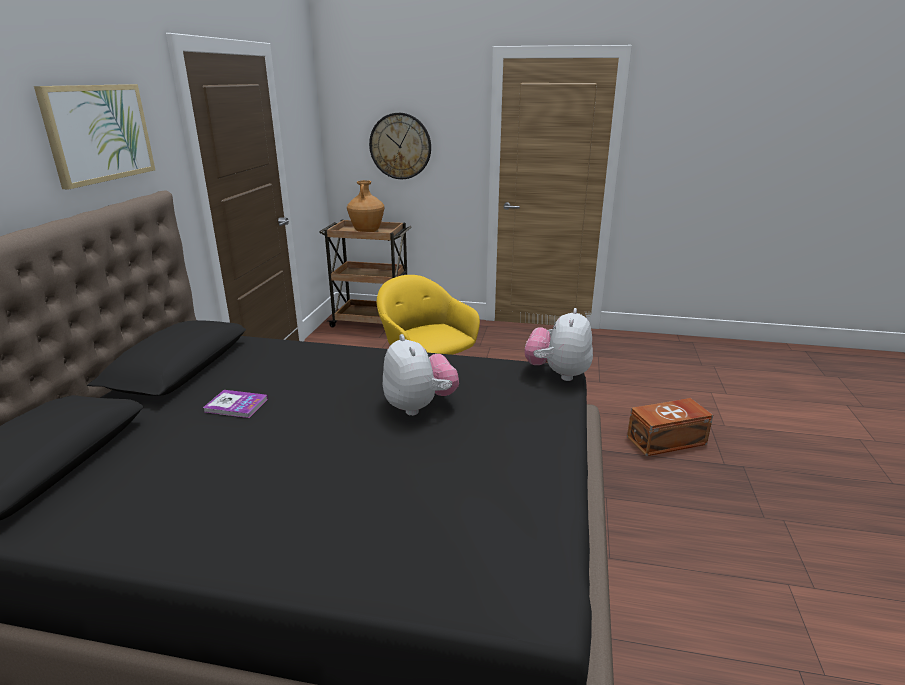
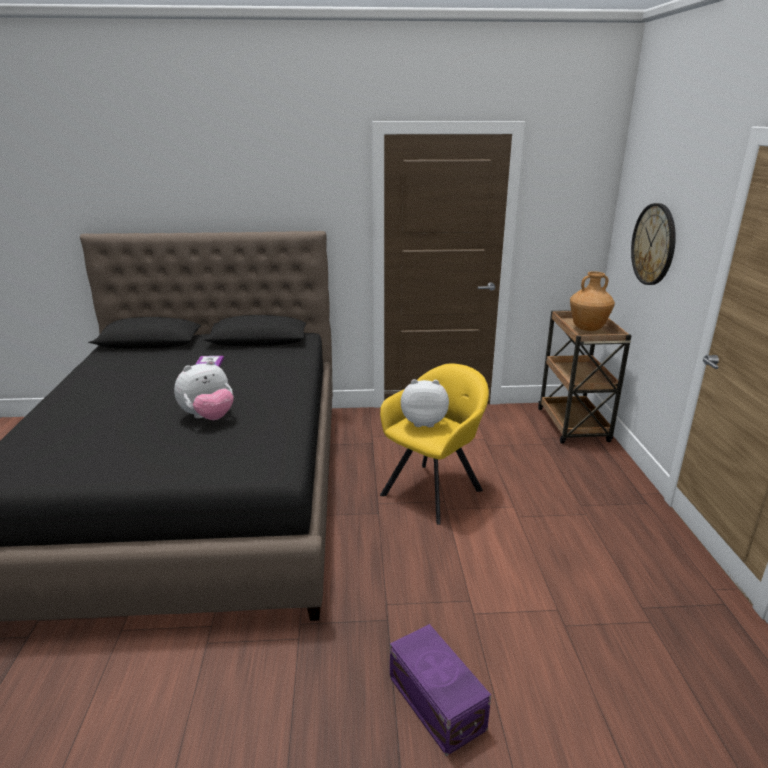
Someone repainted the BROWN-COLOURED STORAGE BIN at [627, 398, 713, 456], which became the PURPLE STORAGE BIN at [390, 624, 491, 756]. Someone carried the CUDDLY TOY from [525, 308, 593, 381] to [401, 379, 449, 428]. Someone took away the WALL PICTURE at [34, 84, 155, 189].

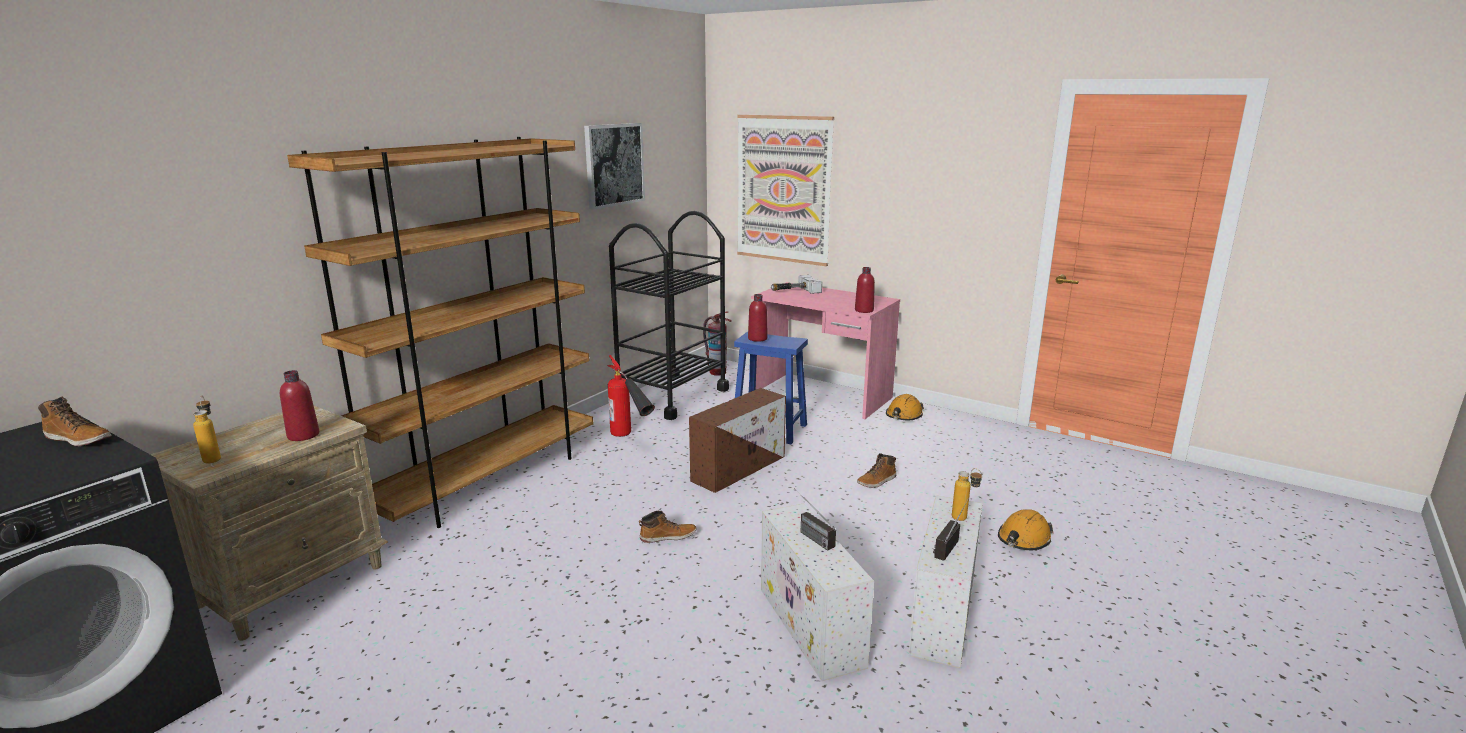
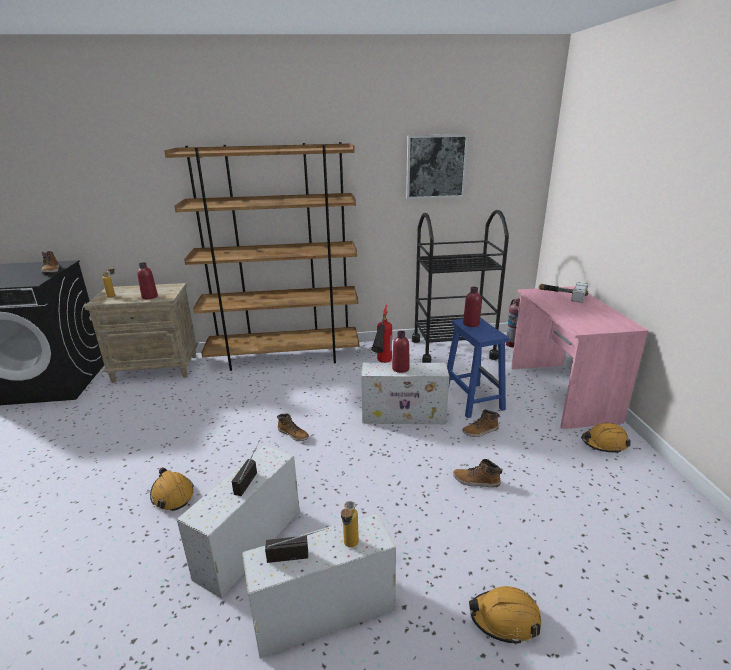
Someone put down the ORANGE-COLOURED WORK HELMET at [150, 467, 194, 511]. Someone repainted the BROWN-COLOURED STORAGE BIN at [689, 388, 786, 493], which became the WHITE STORAGE BIN at [361, 363, 449, 424]. Someone carried the REDDISH DRINK BOTTLE from [855, 267, 875, 313] to [392, 331, 410, 373]. Someone put down the HIGH-TOP BOOT at [462, 409, 499, 437]. Someone took away the WALL PICTURE at [737, 115, 834, 266].

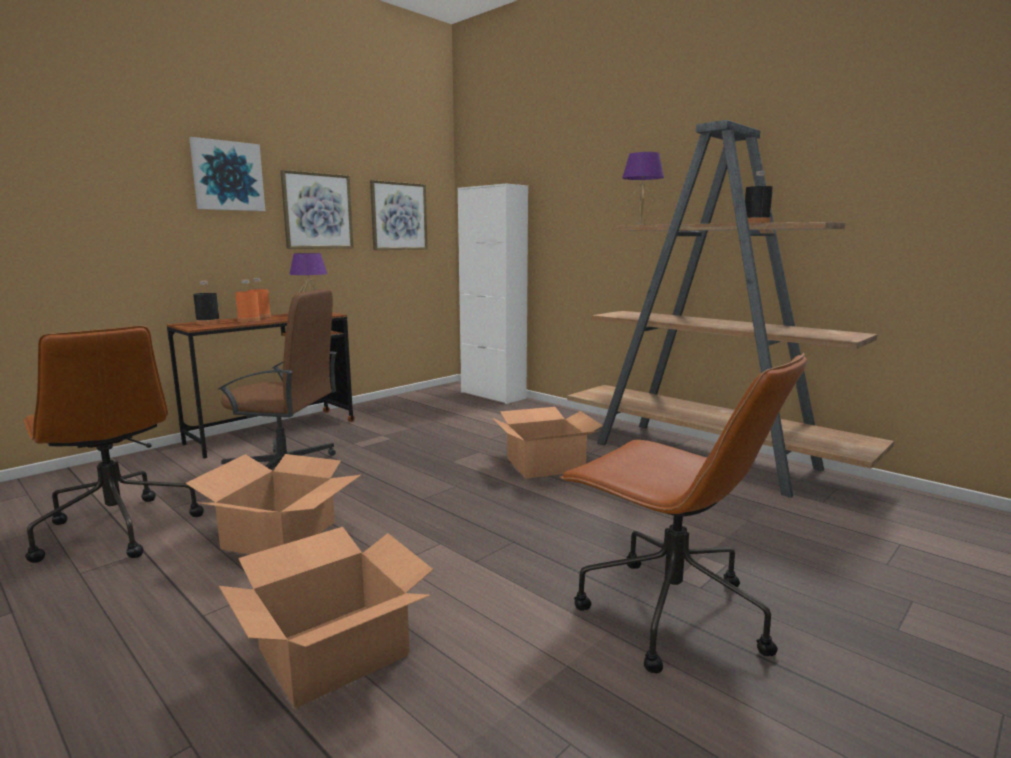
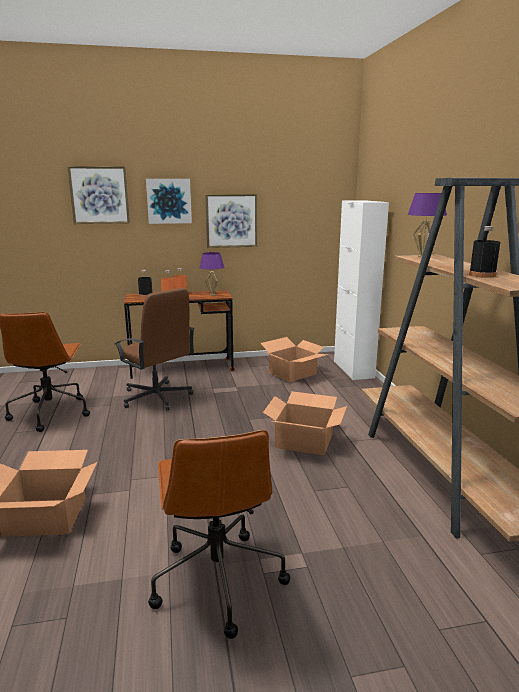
Someone carried the WALL PICTURE from [370, 180, 428, 250] to [67, 166, 130, 224]. Someone carried the CARTON from [185, 454, 361, 554] to [260, 337, 329, 382].

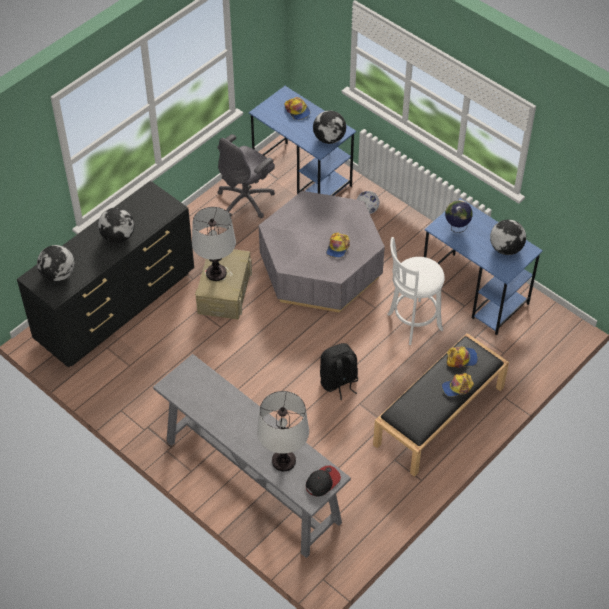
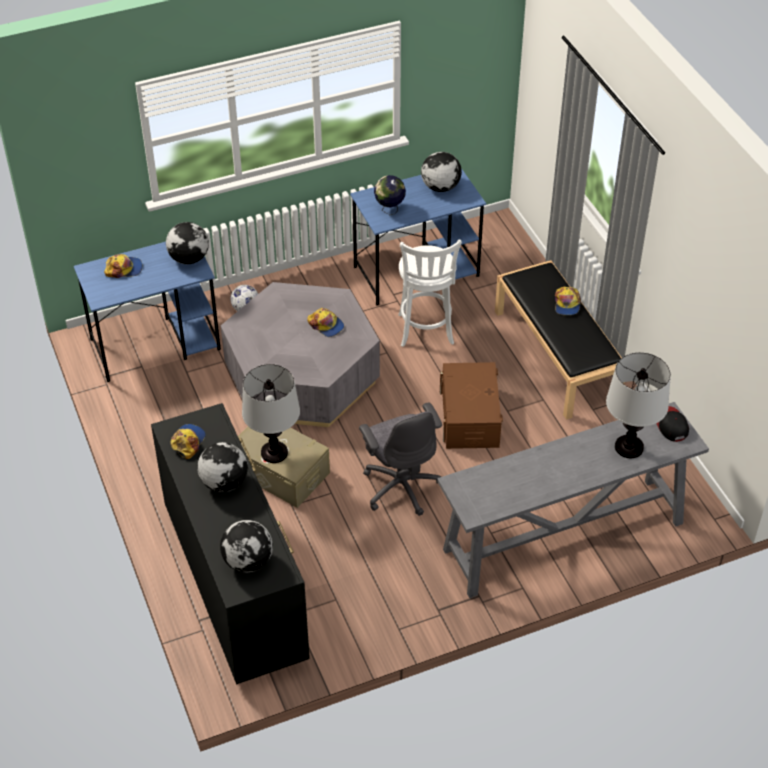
Someone carried the CAP from [447, 347, 478, 368] to [171, 424, 206, 459]. Someone carried the GREYISH COMPUTER CHAIR from [217, 134, 275, 218] to [359, 402, 442, 516]. Someone swapped the BLACK-COLOURED KNAPSACK at [320, 343, 358, 400] for the BROWN-COLOURED STORAGE BIN at [440, 362, 503, 449].

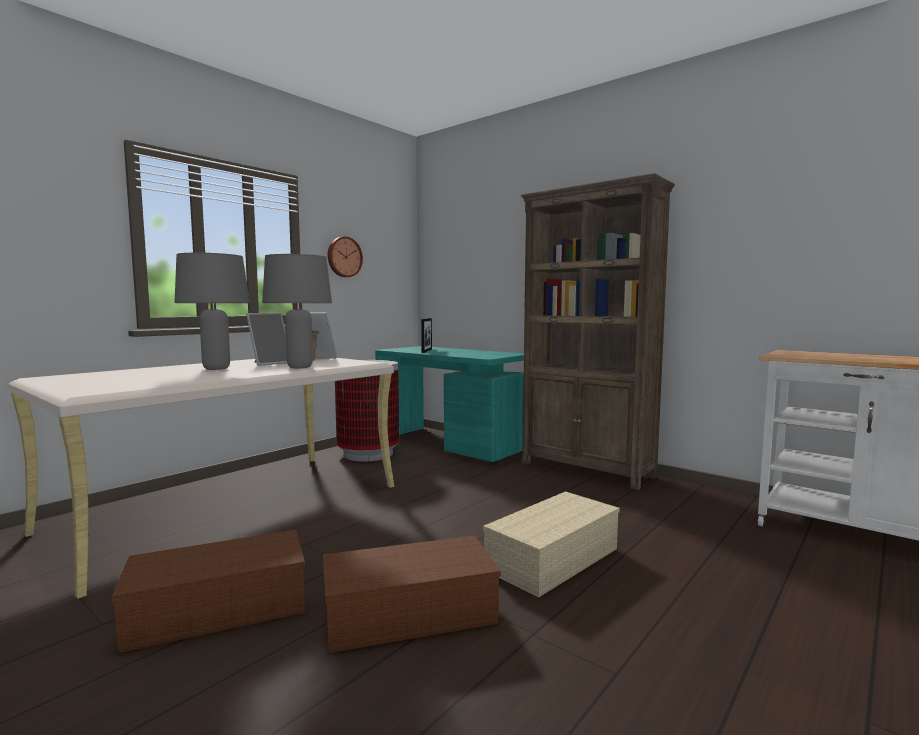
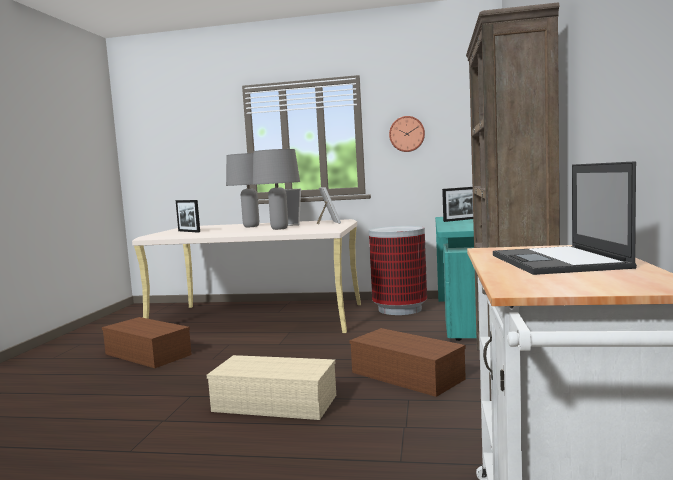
Someone put down the PHOTO FRAME at [176, 200, 200, 233]. Someone carried the BROWN-COLOURED STORAGE BIN from [323, 535, 501, 653] to [349, 328, 466, 397]. Someone put down the LAPTOP at [493, 161, 637, 275].

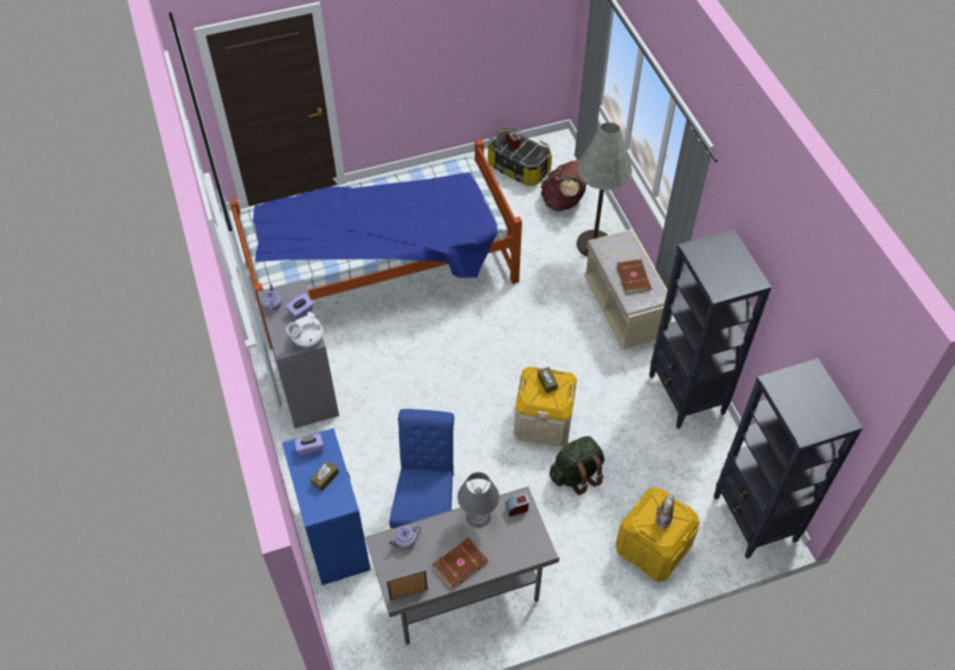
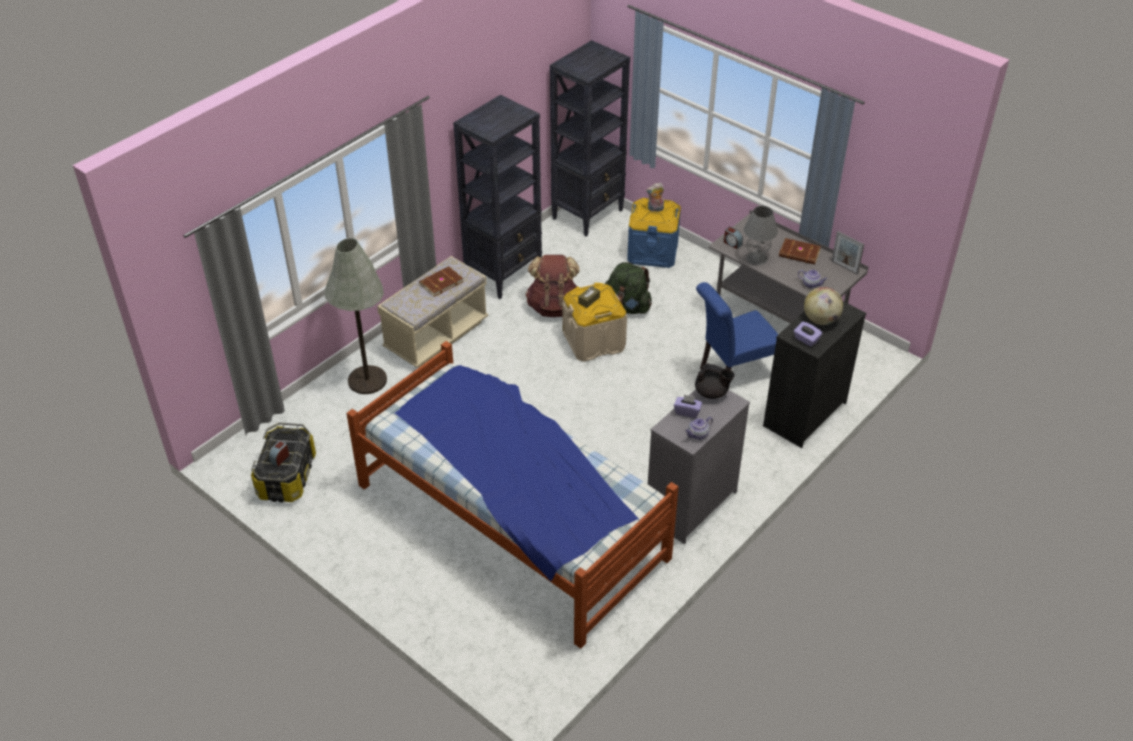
Someone carried the BROWN-COLOURED KNAPSACK from [540, 160, 587, 211] to [525, 255, 580, 317]. Someone repainted the YELLOW-COLOURED STORAGE BIN at [616, 488, 700, 582], which became the BLUE STORAGE BIN at [627, 198, 681, 268]. Someone repainted the WHITE TEA POT at [286, 312, 323, 347], which became the BLACK-COLOURED TEA POT at [695, 363, 735, 399]. Someone repainted the BLUE DRAWER CHEST at [282, 428, 371, 585], which became the BLACK-COLOURED DRAWER CHEST at [763, 301, 866, 448]. Someone swapped the BROWN-COLOURED TISSUE BOX at [310, 461, 339, 492] for the GLOBE at [804, 287, 843, 325].

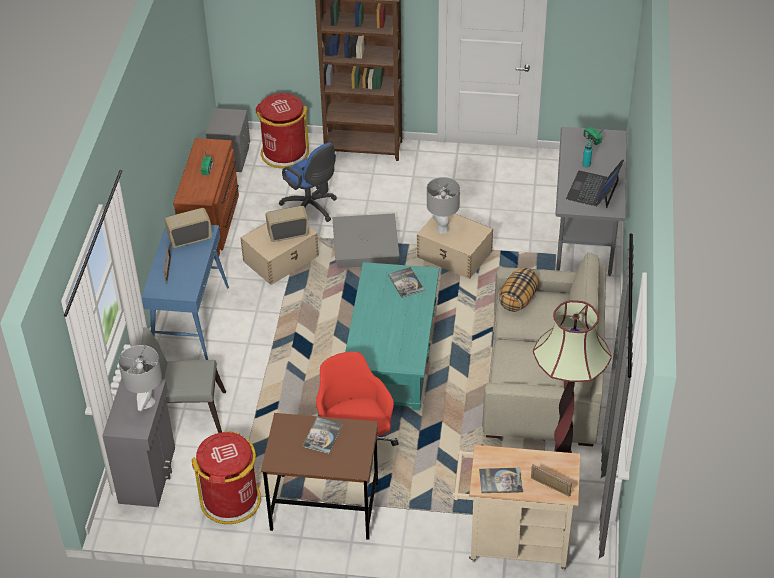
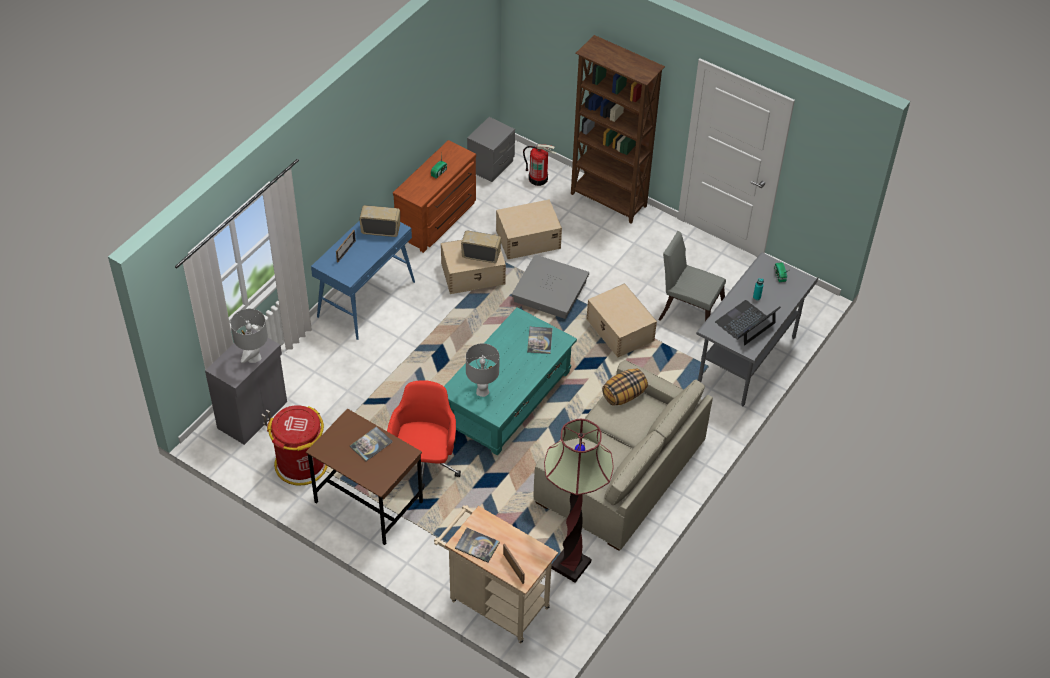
Someone carried the GREYISH LAMP FOR A TABLE from [427, 177, 460, 234] to [466, 343, 499, 397]. Someone swapped the BLUE COMPUTER CHAIR at [279, 143, 337, 222] for the BEIGE-COLOURED STORAGE BIN at [496, 199, 562, 259]. Someone swapped the REDDISH RUBBISH BIN at [256, 93, 309, 168] for the FIRE-FIGHTING CYLINDER at [523, 144, 556, 186]. Someone carried the GREYISH UPRIGHT CHAIR from [141, 327, 226, 433] to [658, 231, 726, 321].

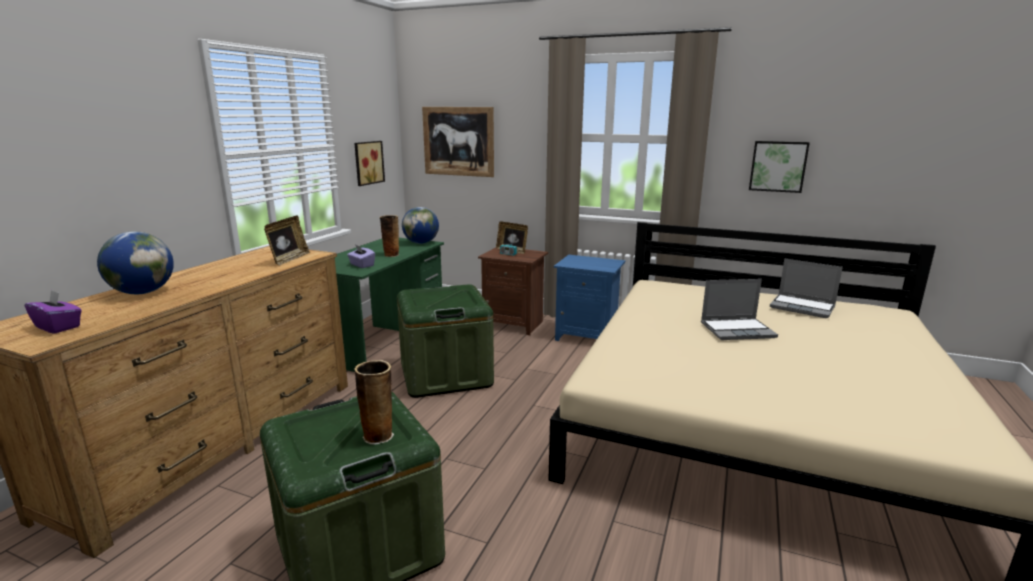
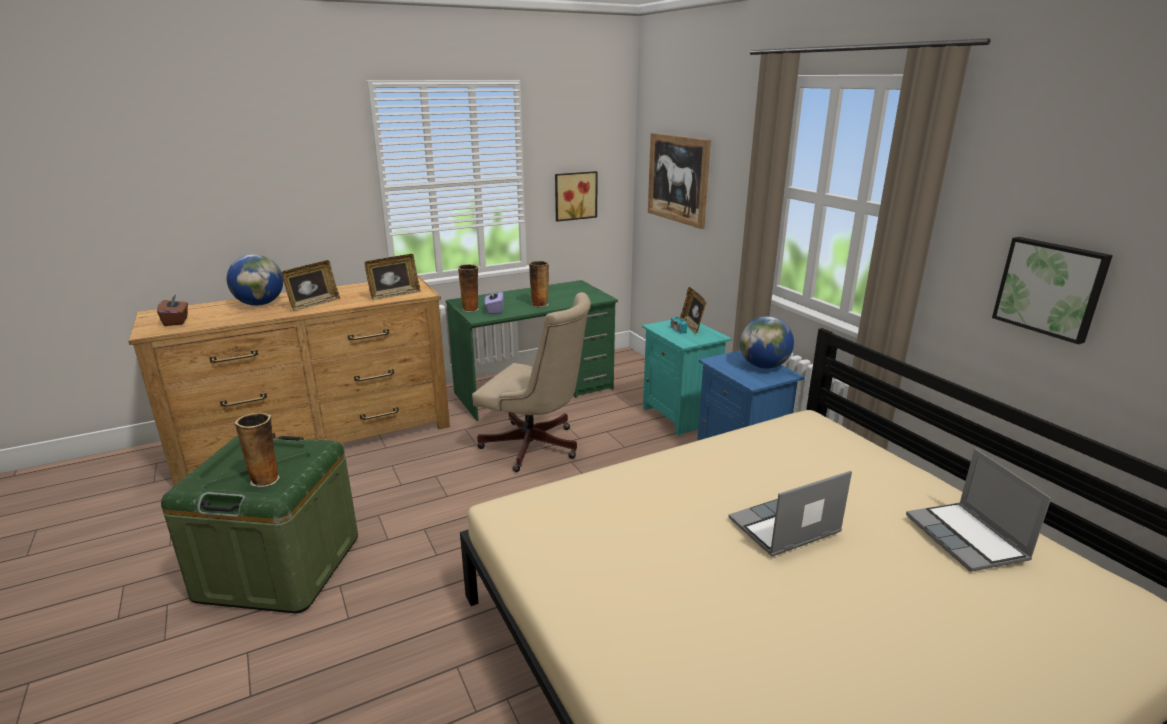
Someone repainted the PURPLE TISSUE BOX at [25, 290, 82, 334], which became the BROWN-COLOURED TISSUE BOX at [157, 294, 188, 326]. Someone put down the PHOTO FRAME at [281, 260, 340, 311]. Someone put down the FLOWER VASE at [458, 264, 479, 312]. Someone swapped the GREENISH STORAGE BIN at [397, 284, 494, 398] for the BEIGE-COLOURED COMPUTER CHAIR at [472, 292, 591, 472]. Someone repainted the BROWN-COLOURED BEDSIDE TABLE at [478, 247, 548, 335], which became the BLUE-GREEN BEDSIDE TABLE at [642, 320, 732, 436]. Someone rotated the LAPTOP at [701, 279, 778, 340] by 120 degrees clockwise. Someone carried the GLOBE from [402, 207, 439, 244] to [740, 316, 794, 369].

